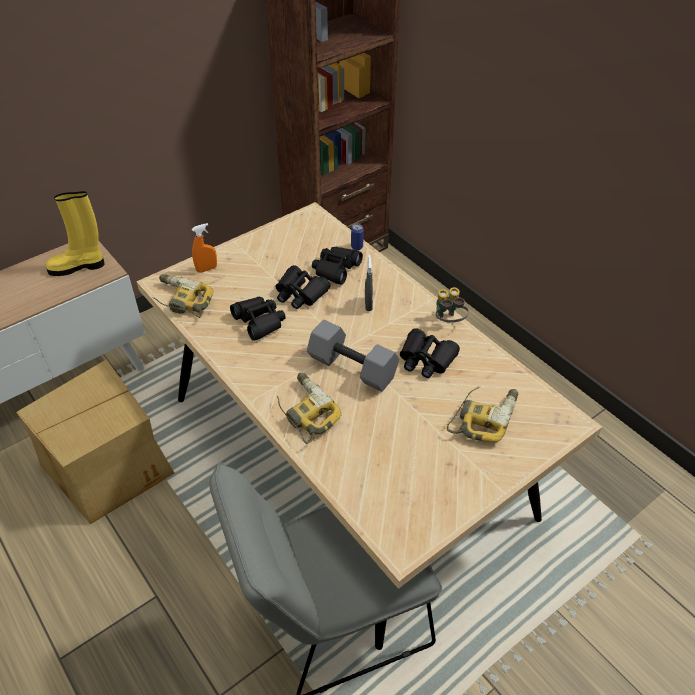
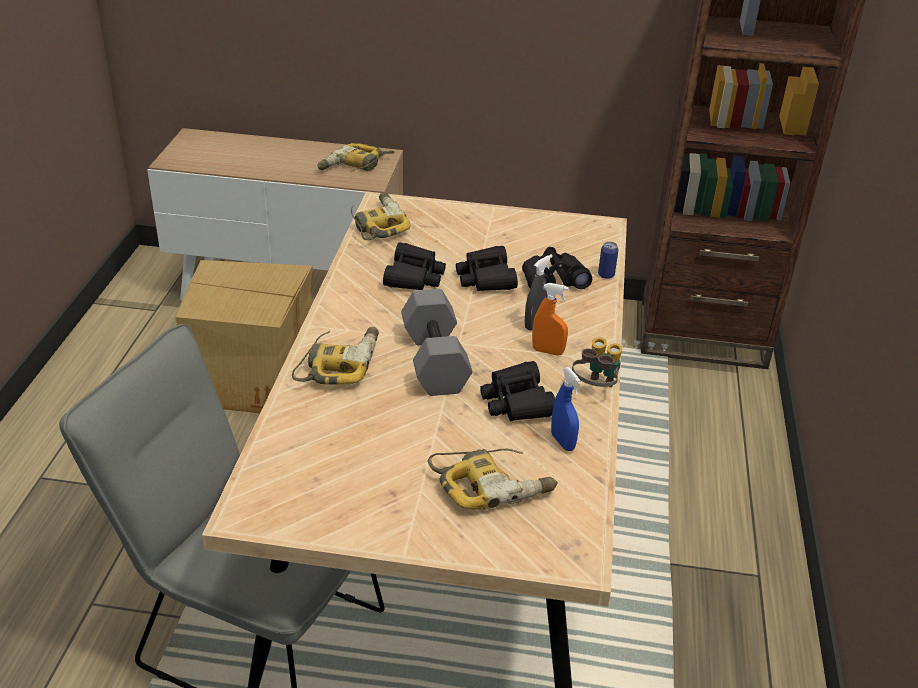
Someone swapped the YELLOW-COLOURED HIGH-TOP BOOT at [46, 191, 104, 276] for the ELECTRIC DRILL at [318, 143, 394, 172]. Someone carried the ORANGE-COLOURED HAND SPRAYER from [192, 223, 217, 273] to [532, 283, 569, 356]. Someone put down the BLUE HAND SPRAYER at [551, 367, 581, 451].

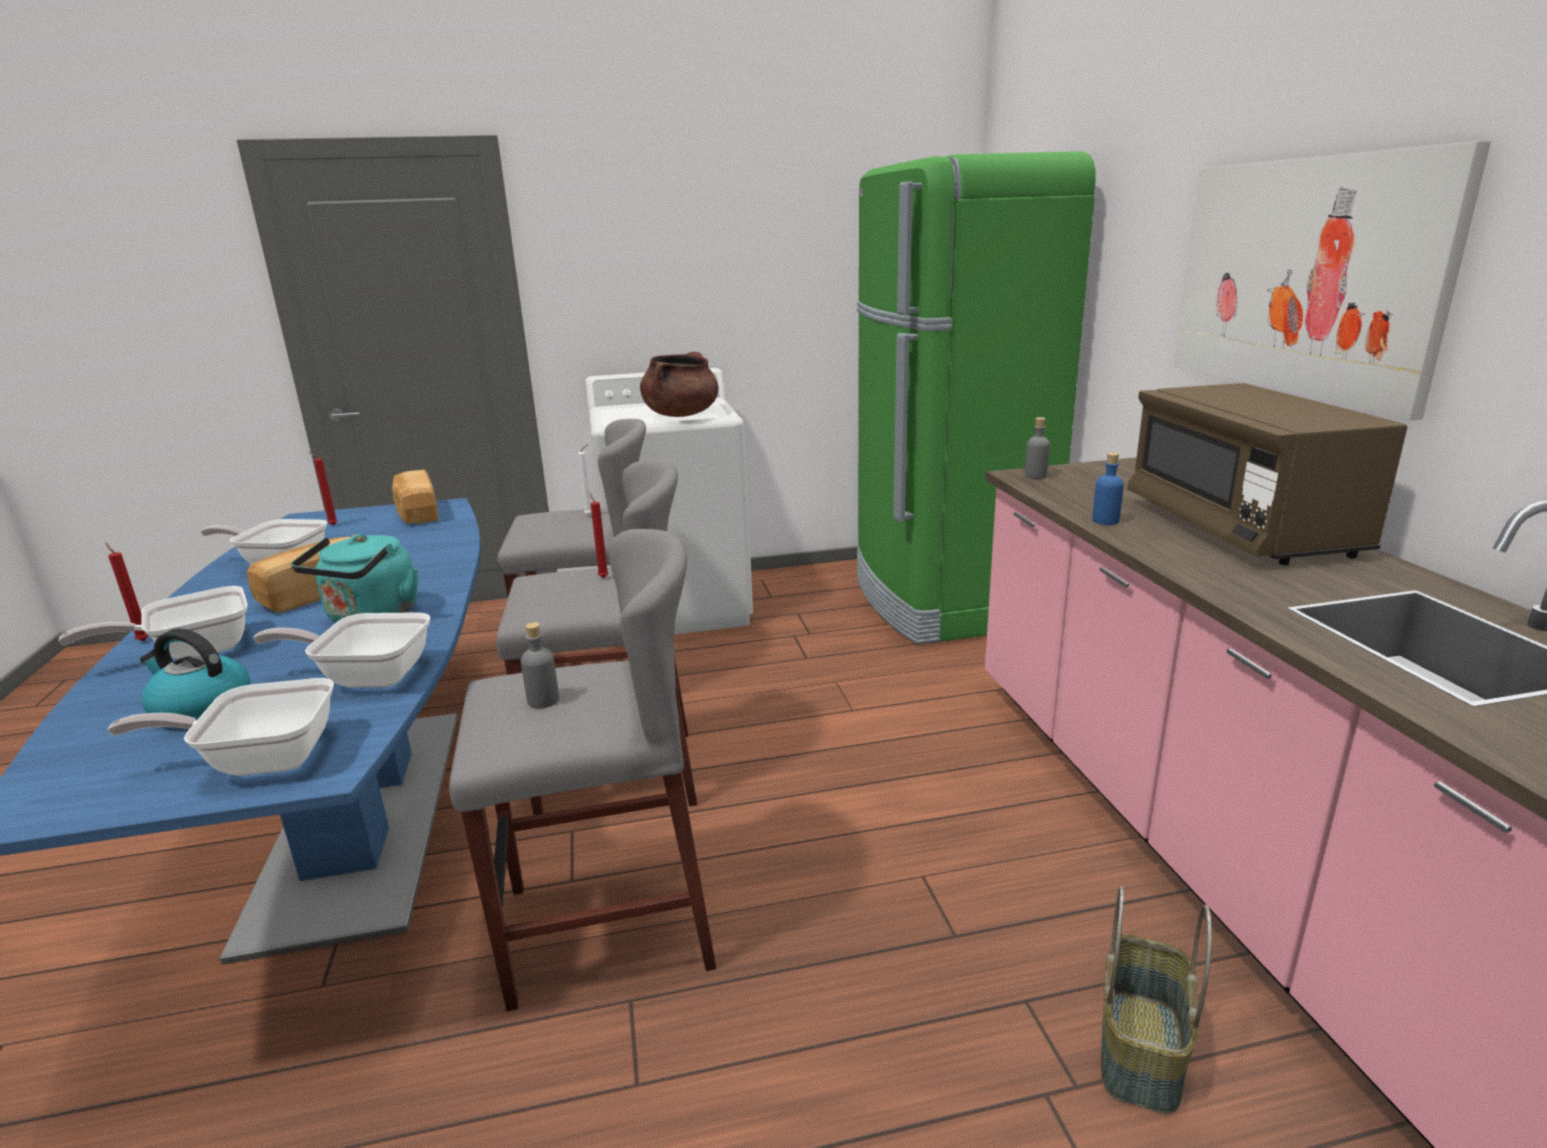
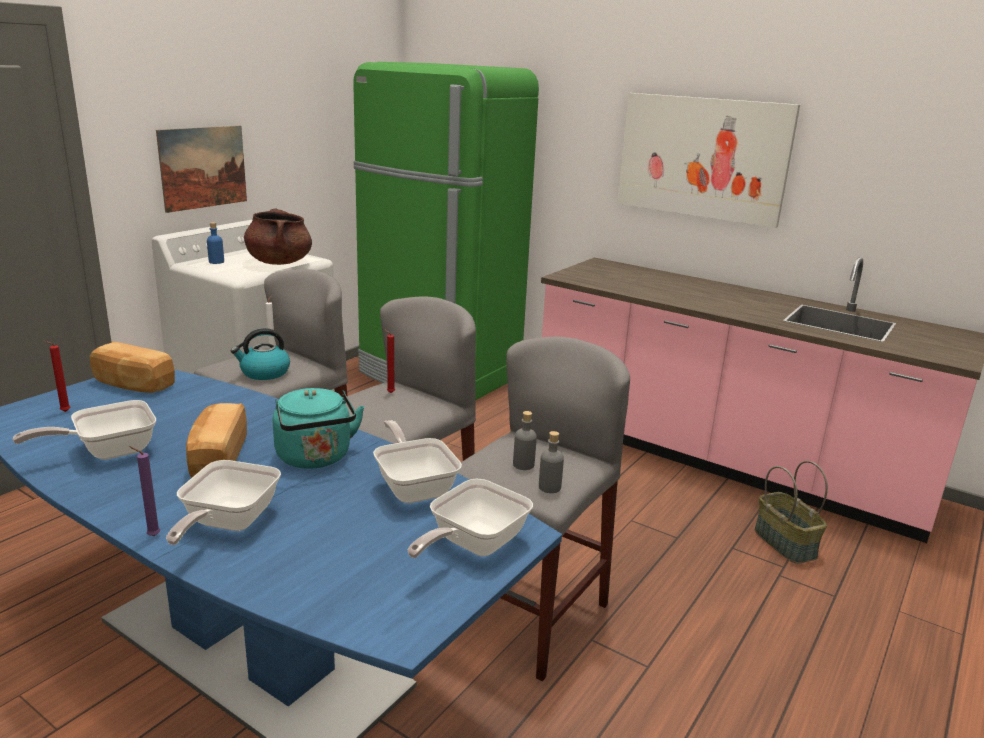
Someone repainted the REDDISH CANDLE at [105, 542, 149, 641], which became the PURPLE CANDLE at [129, 446, 160, 536]. Someone put up the WALL PICTURE at [156, 126, 247, 213]. Someone carried the BLUE DRINK BOTTLE from [1092, 453, 1124, 525] to [207, 222, 224, 264]. Someone carried the KETTLE from [140, 628, 251, 728] to [231, 328, 290, 380]. Someone rotated the SKILLET at [253, 612, 430, 687] by 105 degrees clockwise. Someone carried the GREYISH DRINK BOTTLE from [1025, 417, 1050, 479] to [539, 431, 564, 493]. Someone took away the BROWN-COLOURED MICROWAVE at [1127, 383, 1407, 565].

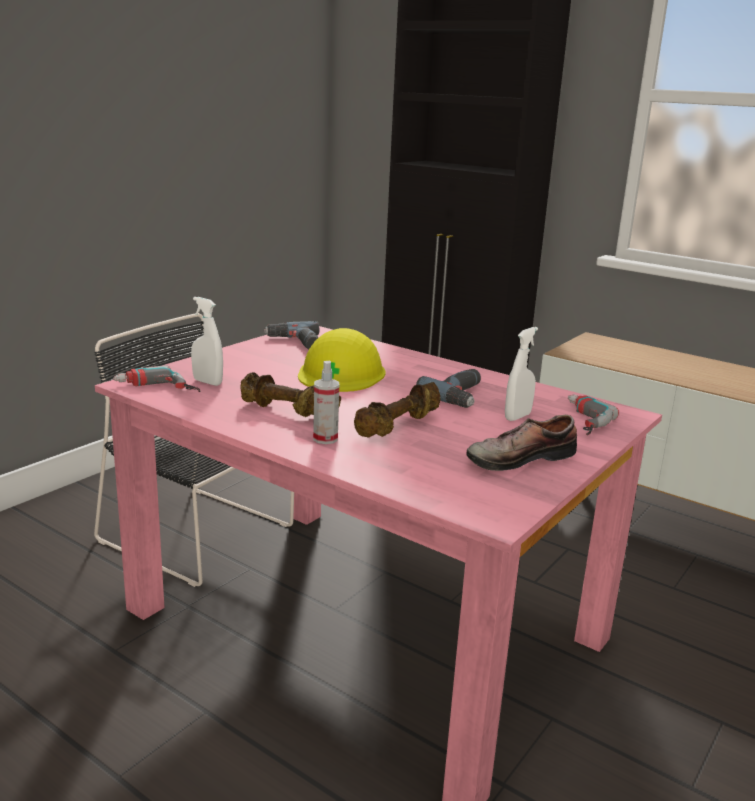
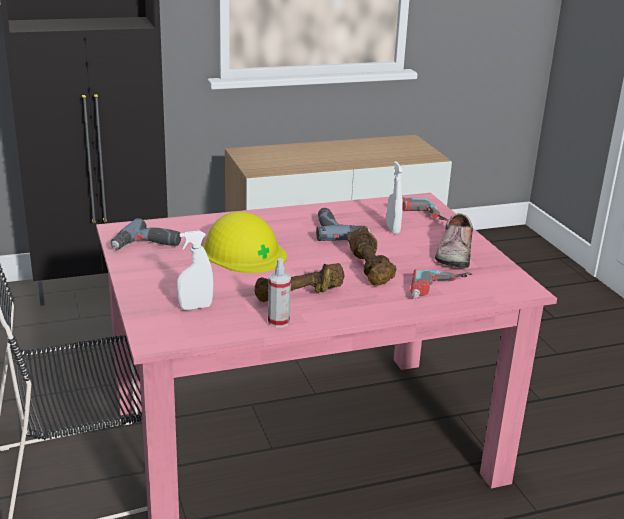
Someone carried the HAND SPRAYER from [313, 361, 339, 444] to [268, 258, 291, 328]. Someone carried the ELECTRIC DRILL from [113, 365, 200, 392] to [411, 269, 472, 299].

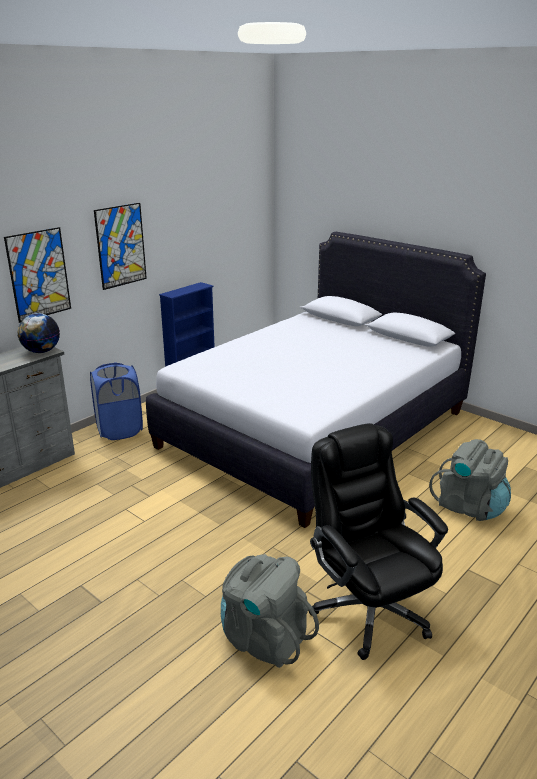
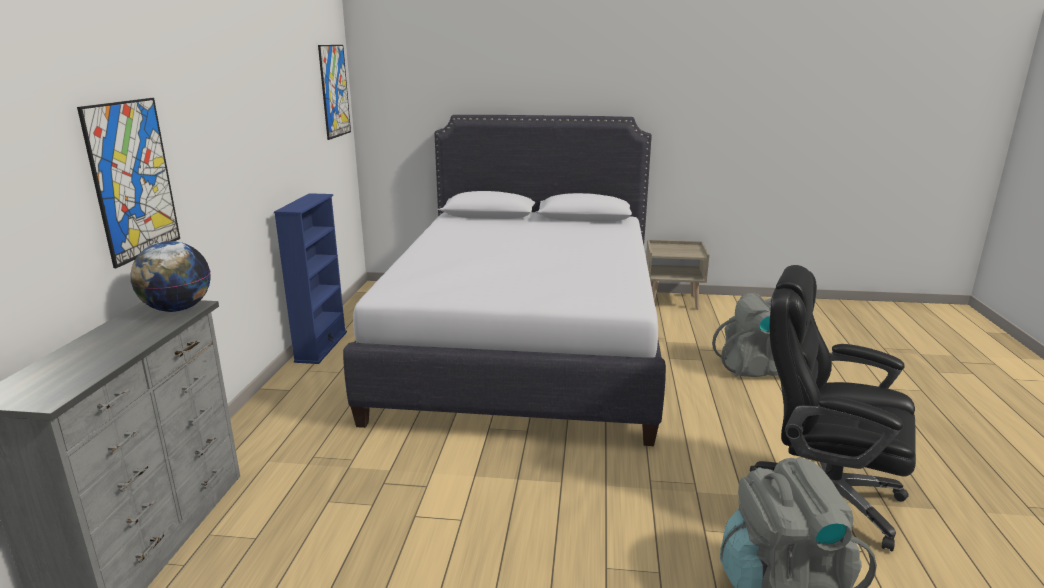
Someone carried the WALL PICTURE from [94, 203, 147, 290] to [318, 45, 351, 140]. Someone put down the BEIGE-COLOURED BEDSIDE TABLE at [646, 240, 709, 310]. Someone took away the BLUE WASHING BASKET at [90, 363, 143, 440].

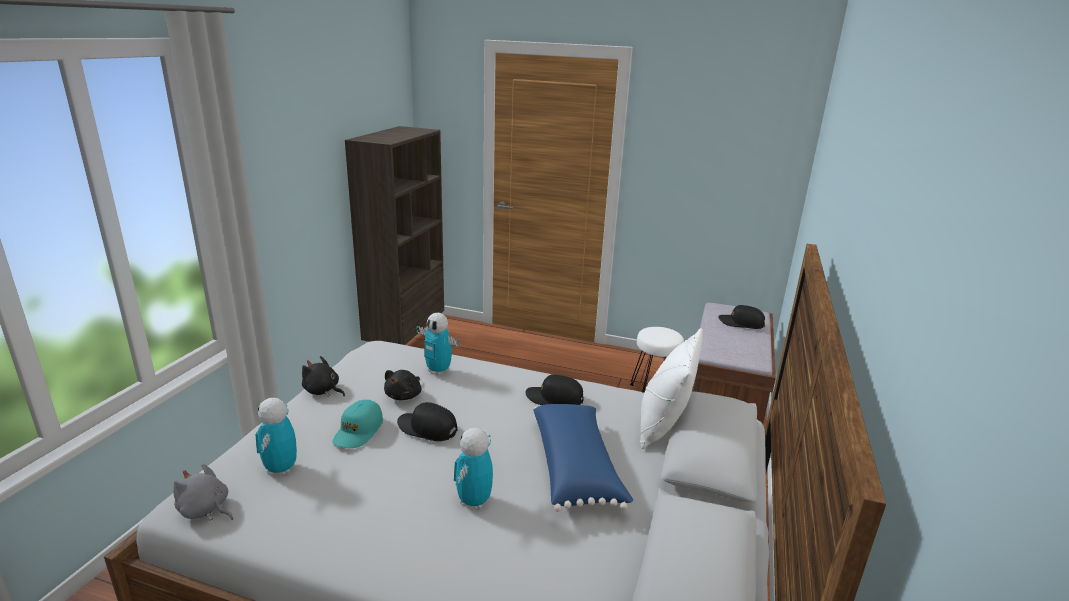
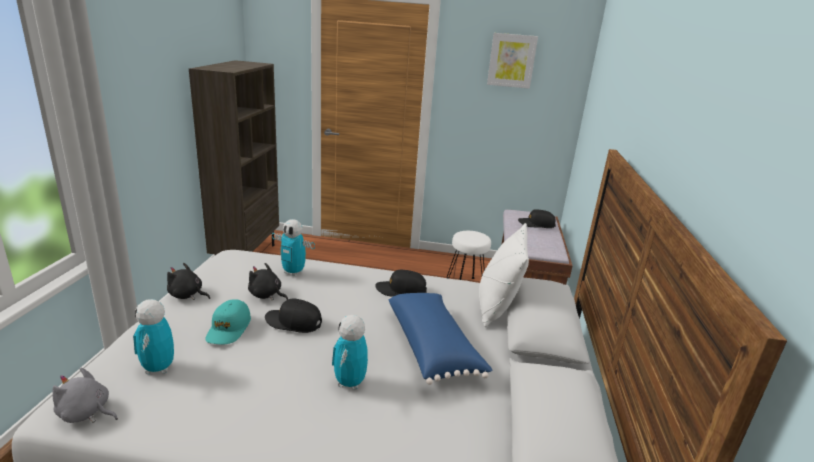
Someone rotated the BLACK-COLOURED CUDDLY TOY at [384, 370, 422, 400] by 105 degrees clockwise. Someone put up the WALL PICTURE at [487, 33, 538, 89].

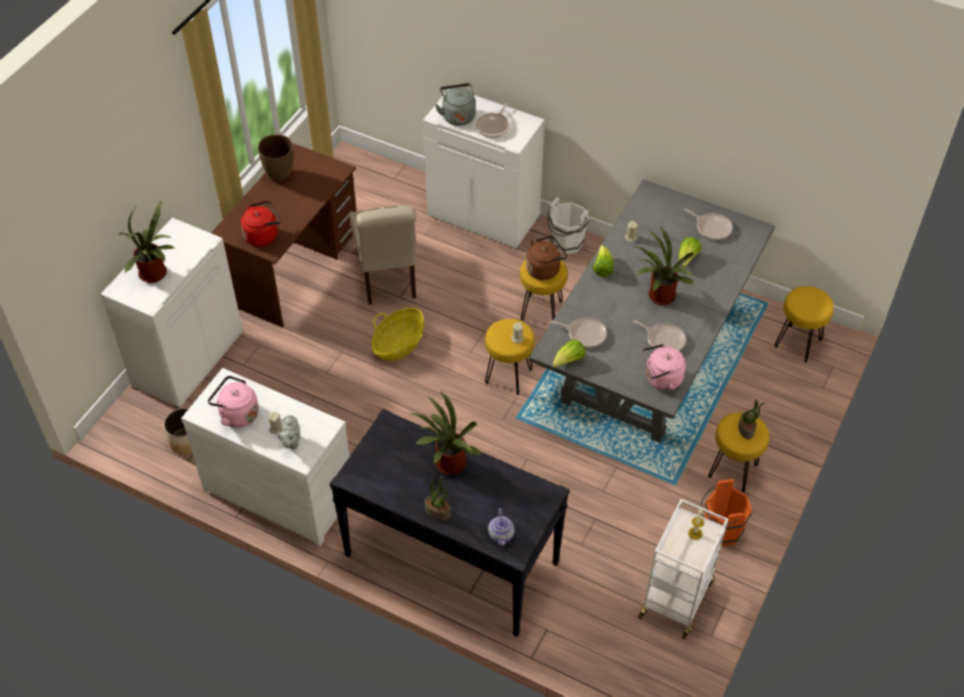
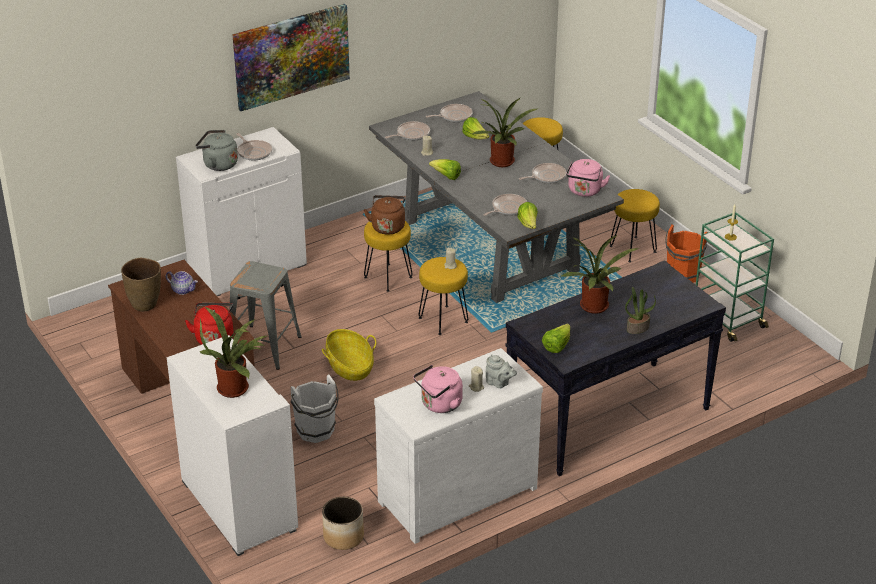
Someone carried the TEA POT from [488, 508, 514, 546] to [166, 271, 198, 295]. Someone swapped the BEIGE-COLOURED UPRIGHT CHAIR at [349, 205, 416, 304] for the GREYISH SITTING STOOL at [230, 261, 302, 370]. Someone put up the WALL PICTURE at [232, 4, 350, 111]. Someone carried the WHITE BUCKET from [547, 197, 589, 255] to [291, 374, 338, 443]. Someone put down the SKILLET at [385, 121, 430, 140]. Someone put down the LETTUCE HEAD at [542, 323, 570, 353]. Someone repainted the WHITE TROLLEY at [638, 499, 728, 640], which became the GREENISH TROLLEY at [696, 212, 774, 342]. Someone took away the HOUSEPLANT at [738, 400, 766, 439].

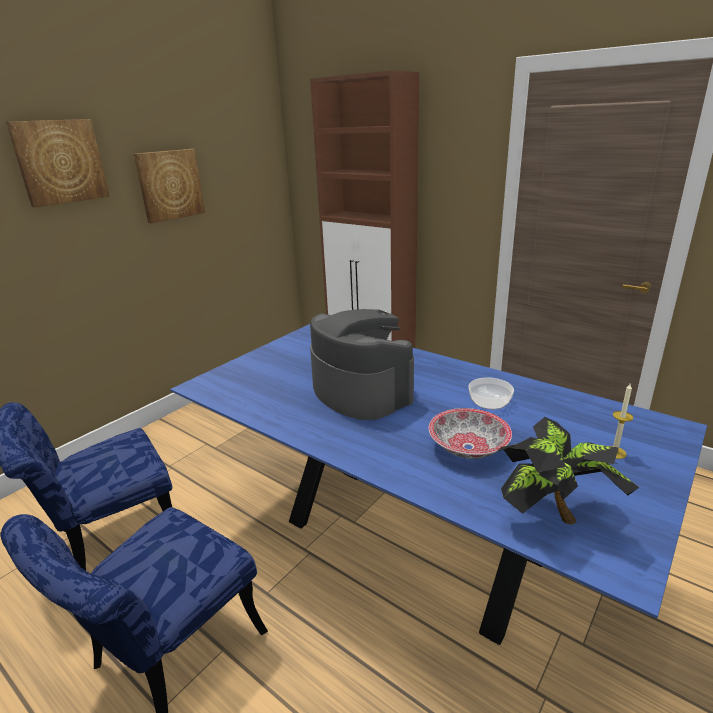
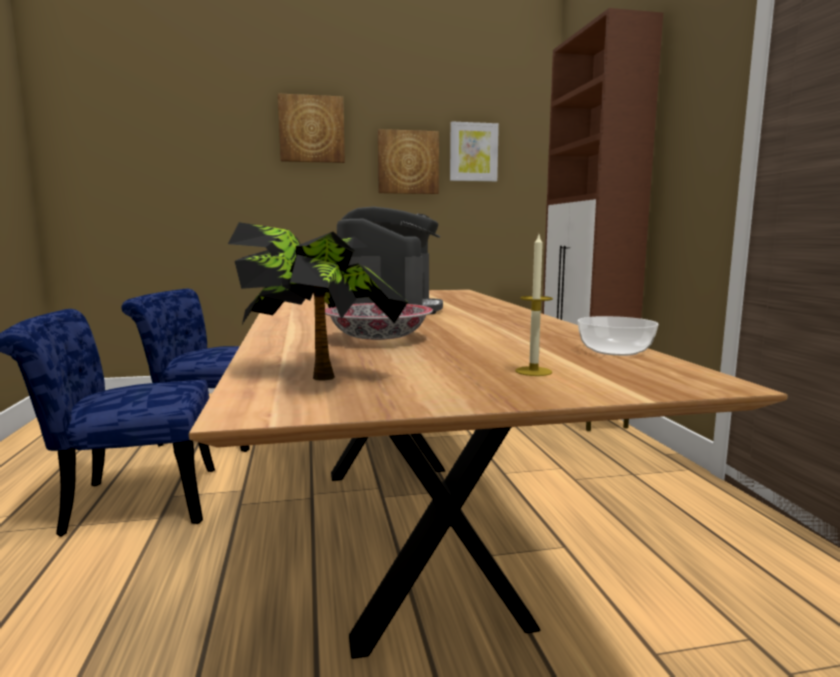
Someone repainted the BLUE KITCHEN TABLE at [170, 324, 707, 645], which became the BROWN-COLOURED KITCHEN TABLE at [189, 289, 788, 659]. Someone put up the WALL PICTURE at [450, 122, 499, 182]. Someone carried the BOWL from [468, 377, 514, 409] to [577, 316, 659, 356].

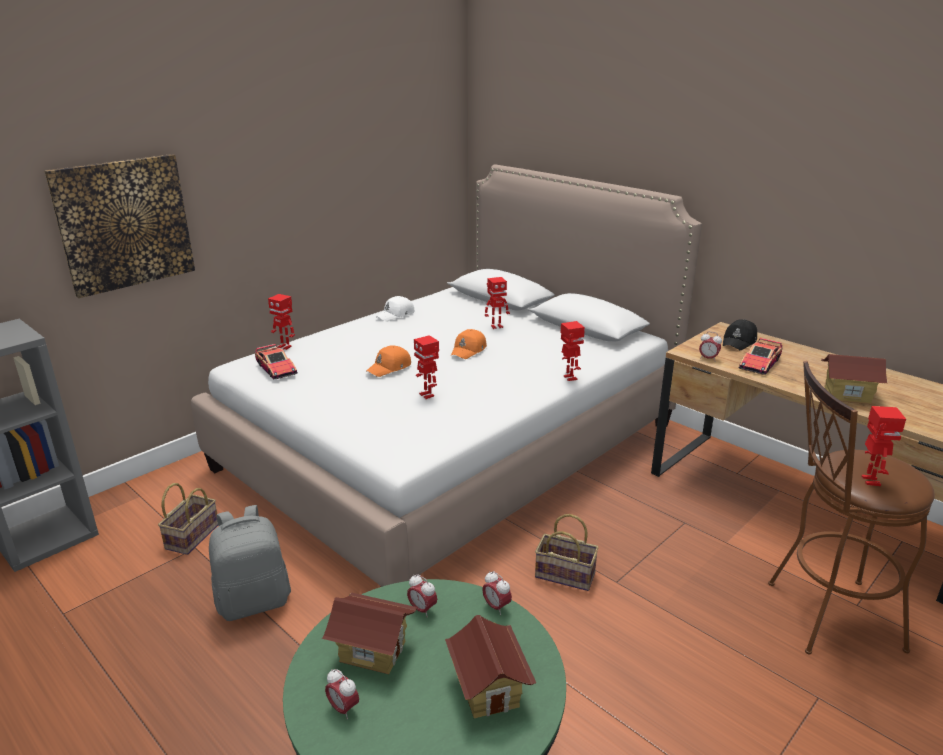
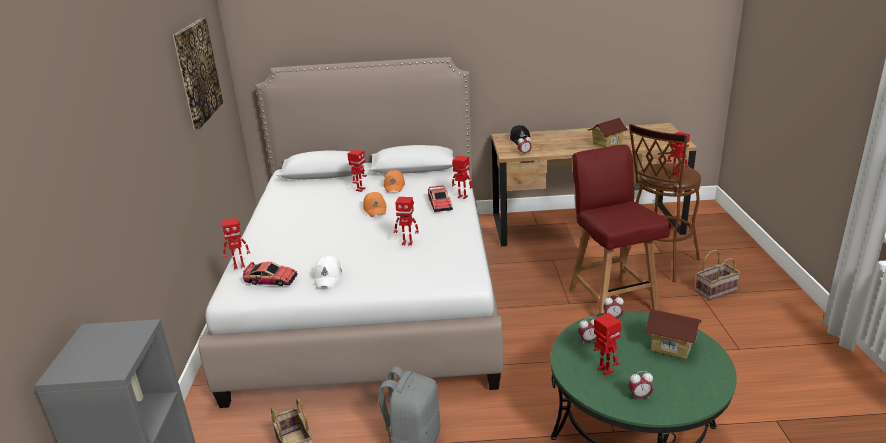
Someone carried the WALL PICTURE from [44, 154, 195, 298] to [173, 18, 223, 130]. Someone carried the WHITE CAP from [376, 296, 414, 321] to [313, 256, 342, 288]. Someone carried the ORANGE-COLOURED CAP from [366, 345, 411, 377] to [384, 170, 405, 193]. Someone carried the TOY CAR from [739, 338, 783, 375] to [428, 185, 453, 212]. Someone put down the REDDISH UPRIGHT CHAIR at [569, 145, 671, 314]. Someone swapped the MINIATURE HOUSE at [322, 592, 417, 674] for the TOY ROBOT at [594, 313, 621, 375]. Someone carried the BASKET from [535, 514, 599, 591] to [695, 250, 740, 300].

